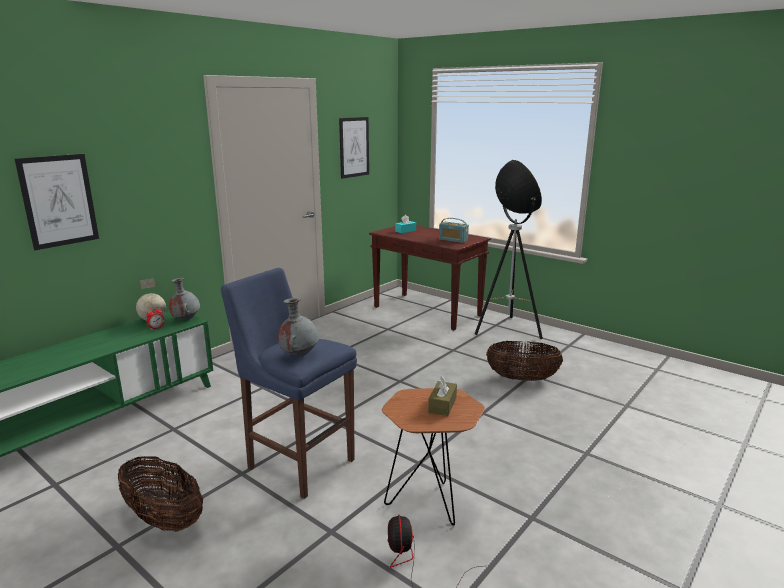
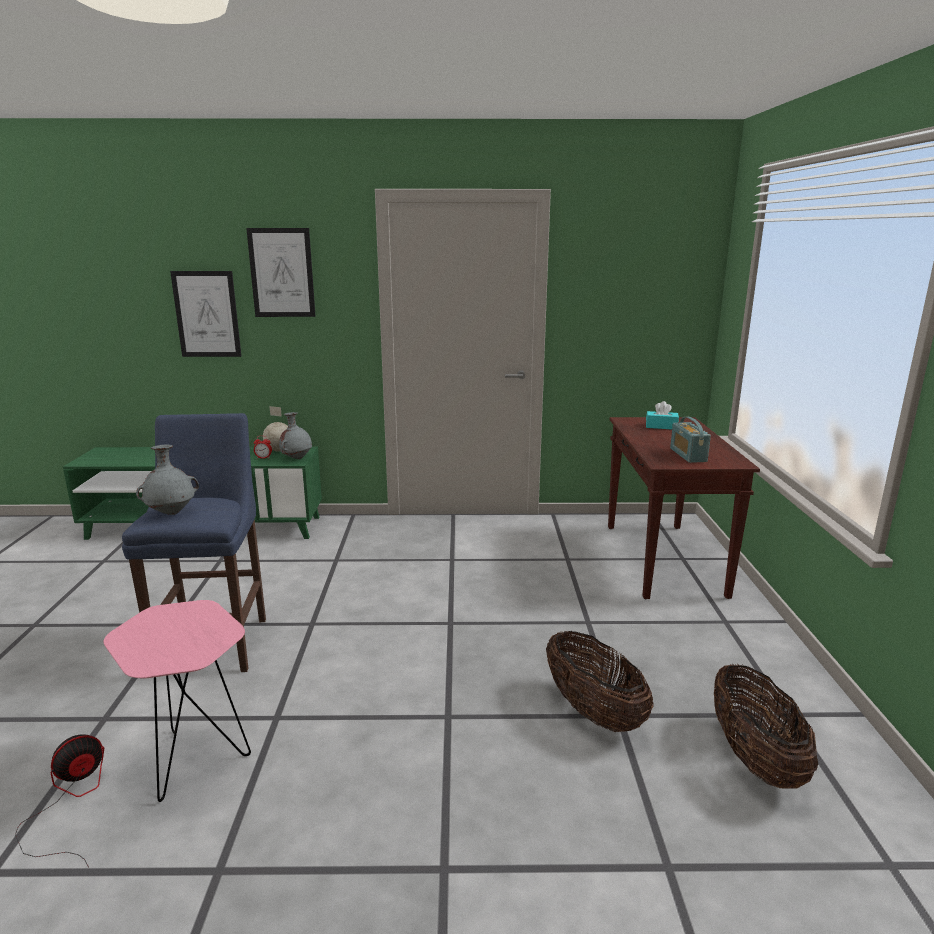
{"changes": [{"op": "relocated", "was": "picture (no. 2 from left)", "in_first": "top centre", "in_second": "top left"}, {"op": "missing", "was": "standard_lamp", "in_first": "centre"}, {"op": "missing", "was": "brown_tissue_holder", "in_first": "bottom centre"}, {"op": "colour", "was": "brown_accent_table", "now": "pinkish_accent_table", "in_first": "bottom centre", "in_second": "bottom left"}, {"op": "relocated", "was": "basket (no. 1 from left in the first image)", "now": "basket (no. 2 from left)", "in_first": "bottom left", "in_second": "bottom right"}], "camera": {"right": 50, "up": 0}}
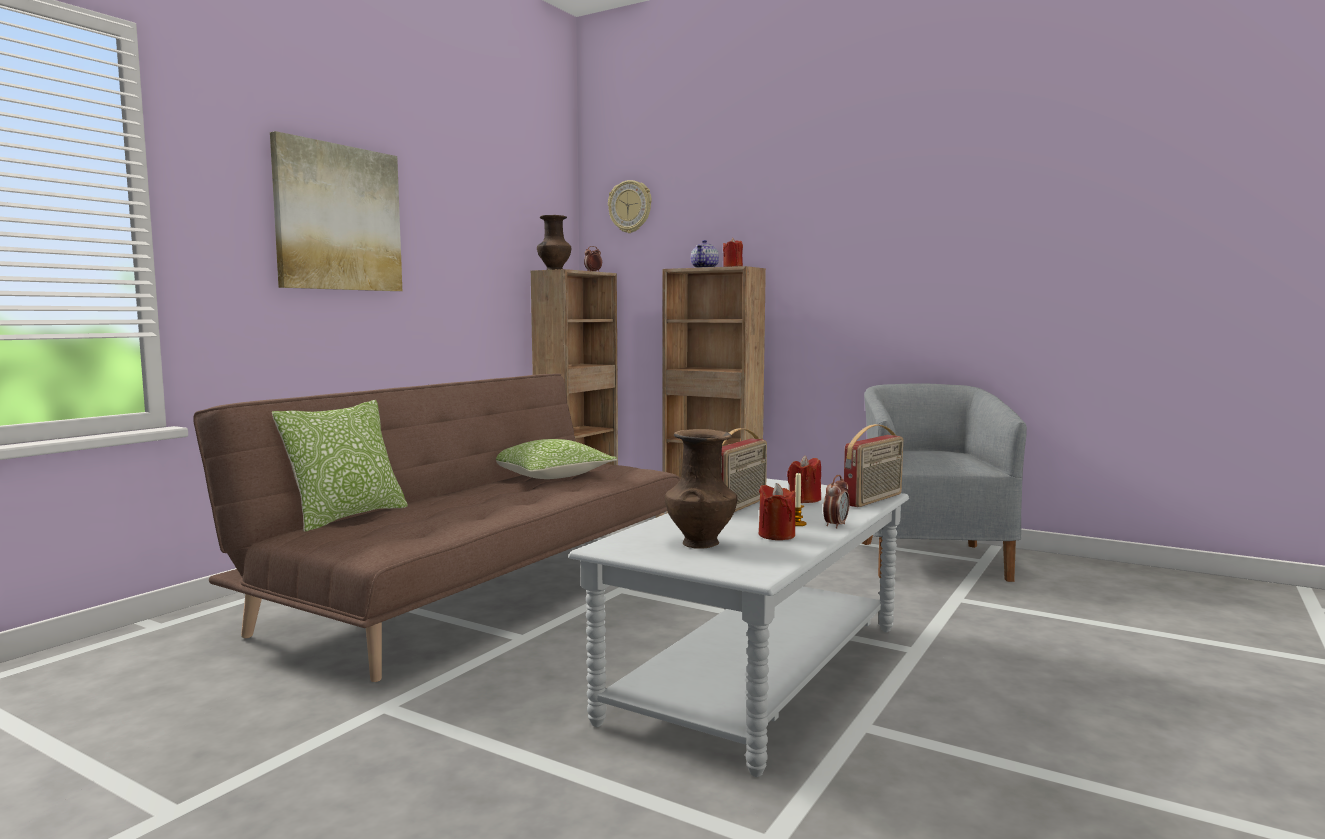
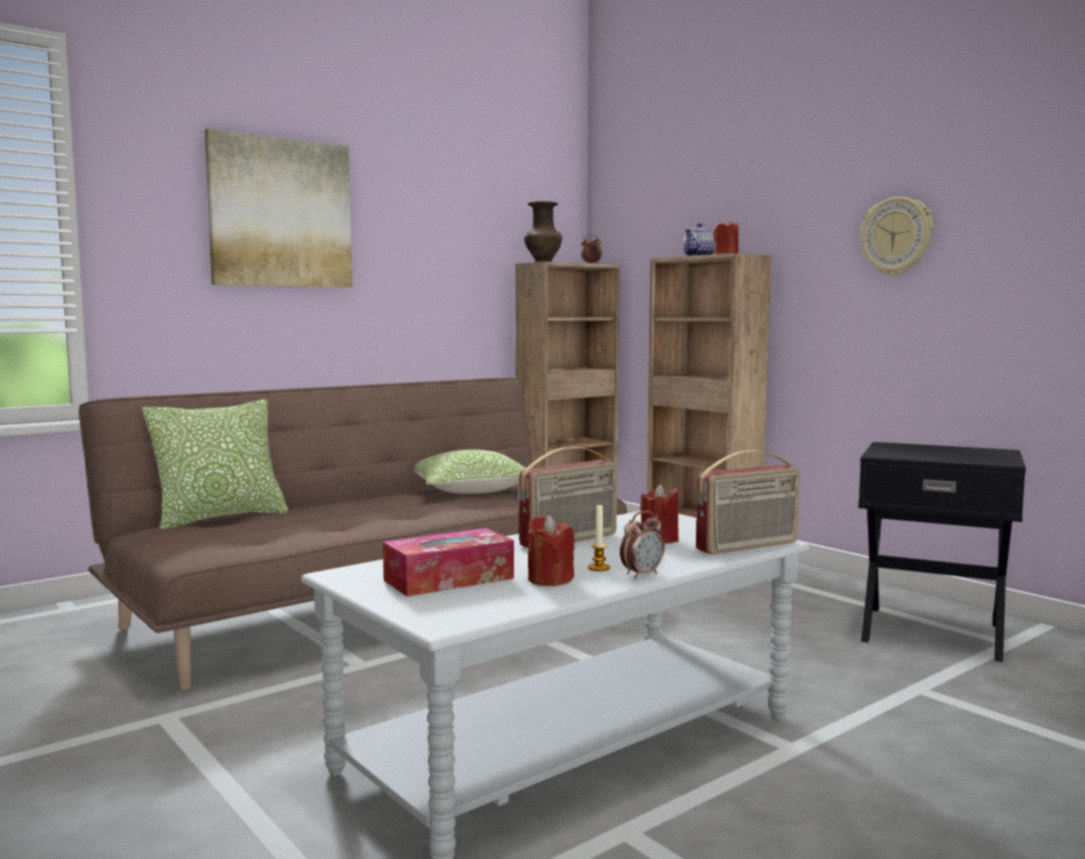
{"changes": [{"op": "relocated", "was": "clock_on_the_wall", "in_first": "top centre", "in_second": "top right"}, {"op": "exchanged", "was": "gray_lounge_chair", "now": "black_accent_table", "in_first": "middle right", "in_second": "middle right"}, {"op": "exchanged", "was": "brown_vase (no. 2 from left)", "now": "tissue_holder", "in_first": "centre", "in_second": "centre"}], "camera": {"right": 20, "up": 0}}
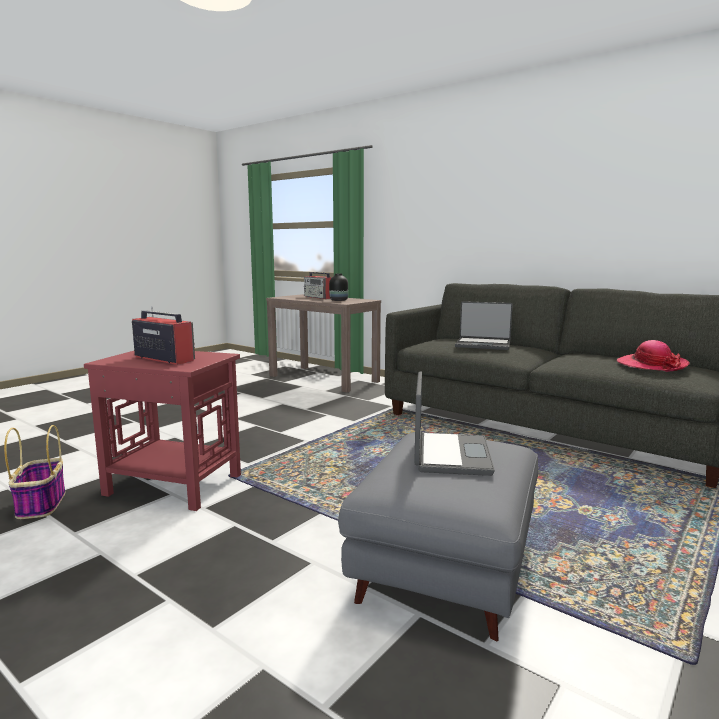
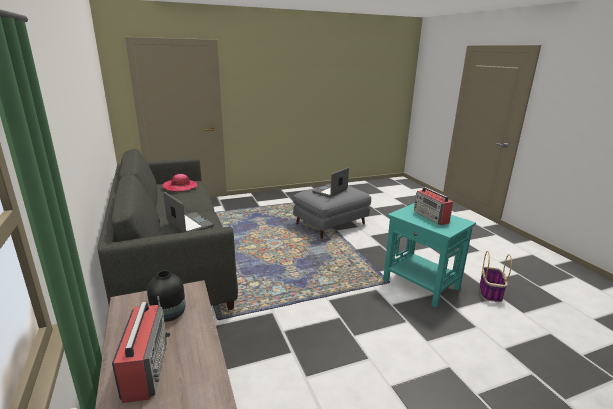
{"changes": [{"op": "colour", "was": "red_accent_table", "now": "blue-green_accent_table", "in_first": "middle left", "in_second": "middle right"}], "camera": {"right": -150, "up": 10}}
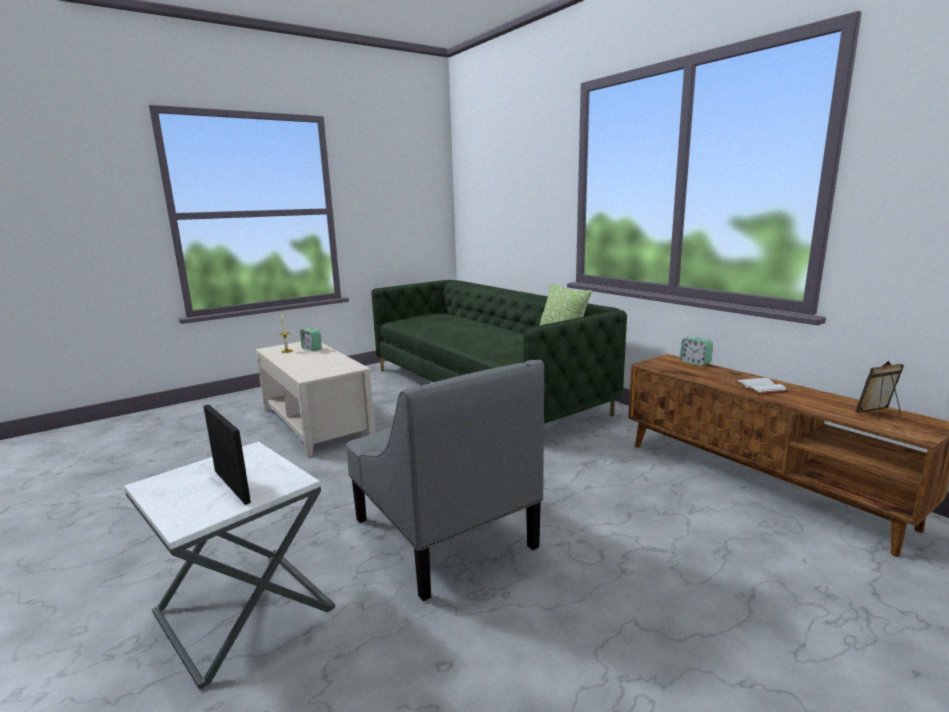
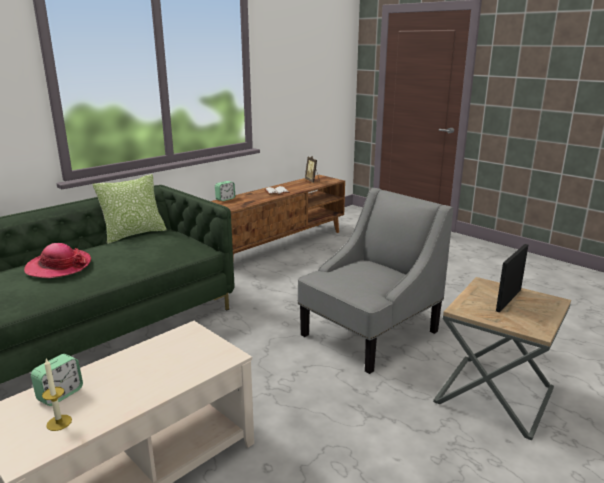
{"changes": [{"op": "colour", "was": "white-coloured_accent_table", "now": "brown_accent_table", "in_first": "bottom left", "in_second": "bottom right"}, {"op": "appeared", "now": "hat", "in_second": "middle left"}], "camera": {"right": -100, "up": 5}}
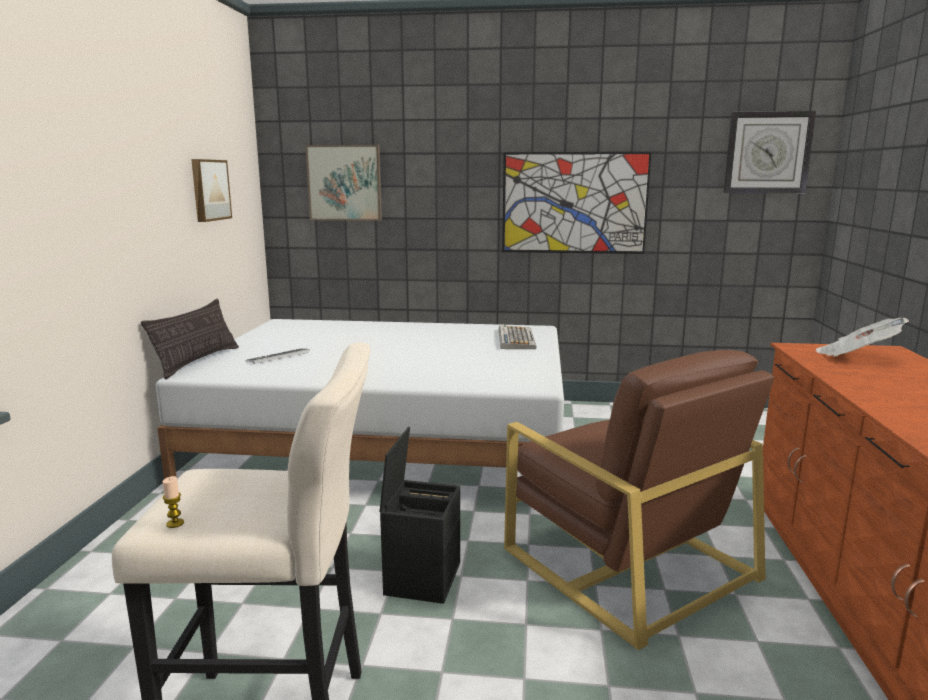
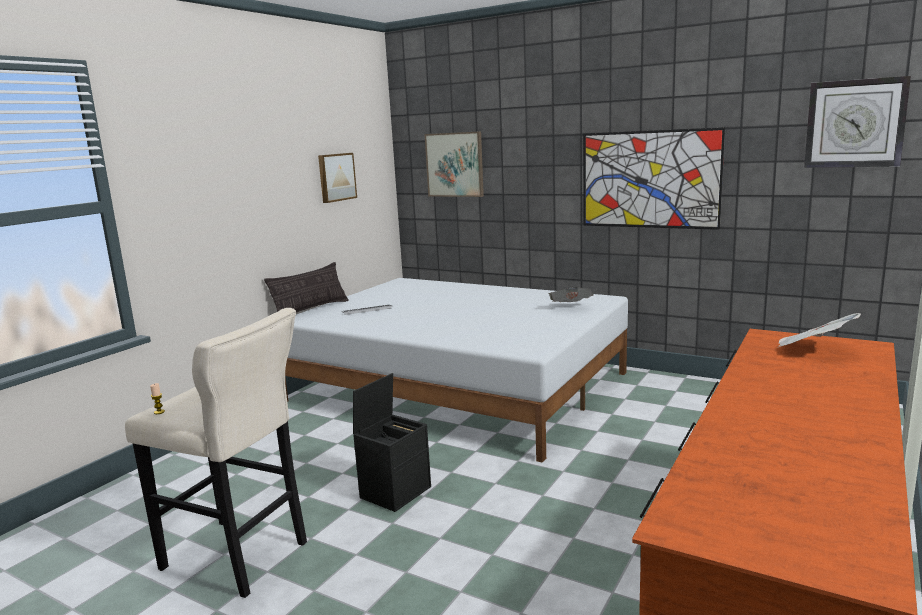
{"changes": [{"op": "exchanged", "was": "computer_keyboard (no. 2 from left)", "now": "printed_paper (no. 1 from left)", "in_first": "centre", "in_second": "centre"}, {"op": "missing", "was": "brown_lounge_chair", "in_first": "bottom right"}], "camera": {"right": 25, "up": 0}}
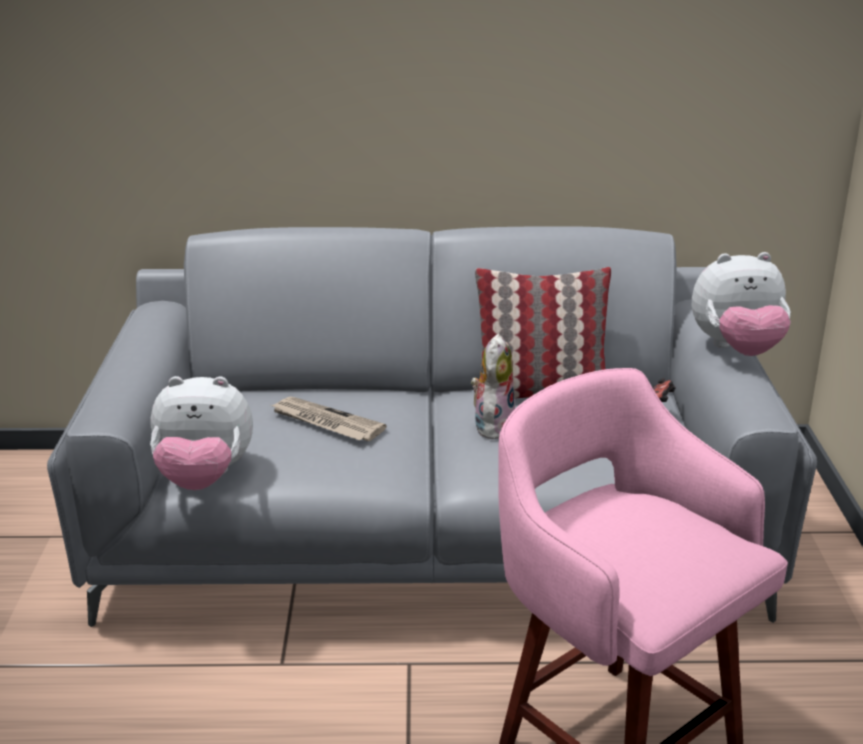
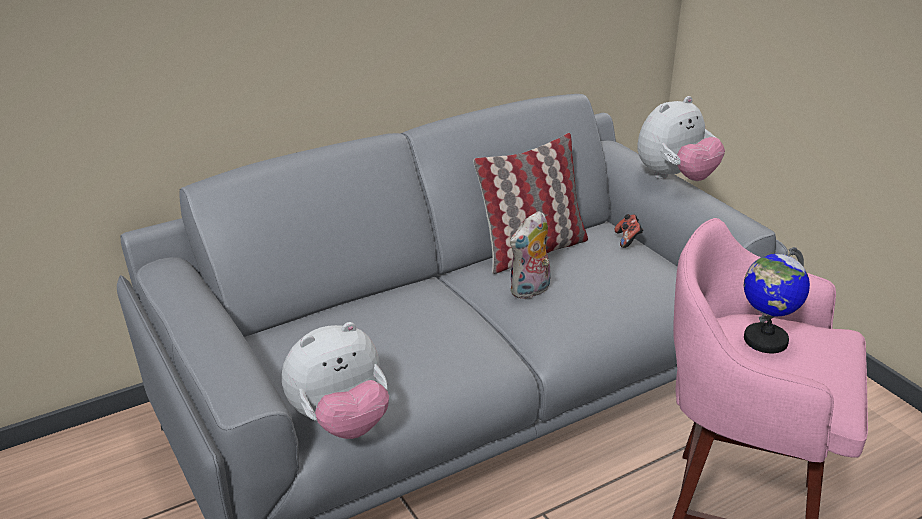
{"changes": [{"op": "spun", "was": "cuddly_toy (no. 2 from left)", "in_first": "centre", "in_second": "centre", "clockwise": -120}, {"op": "missing", "was": "printed_paper", "in_first": "centre"}, {"op": "appeared", "now": "desk_globe", "in_second": "middle right"}], "camera": {"right": -30, "up": 5}}
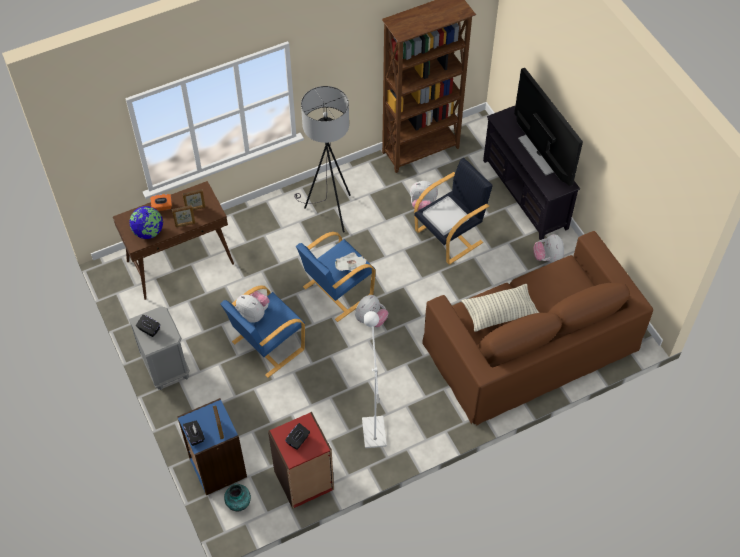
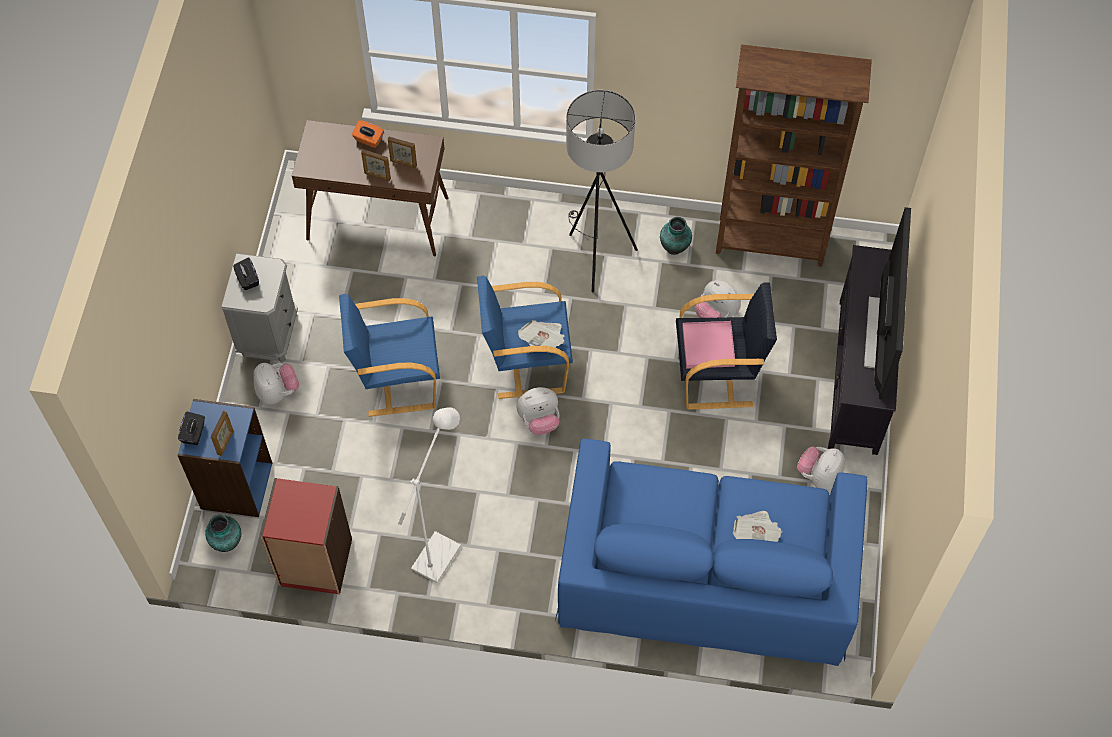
{"changes": [{"op": "colour", "was": "white-coloured_serving_tray", "now": "pinkish_serving_tray", "in_first": "centre", "in_second": "centre"}, {"op": "missing", "was": "desk_globe", "in_first": "middle left"}, {"op": "colour", "was": "brown_settee", "now": "blue_settee", "in_first": "middle right", "in_second": "bottom centre"}, {"op": "missing", "was": "pillow", "in_first": "middle right"}, {"op": "relocated", "was": "cuddly_toy (no. 1 from left)", "in_first": "centre", "in_second": "middle left"}, {"op": "missing", "was": "black_tissue_holder (no. 3 from left)", "in_first": "bottom centre"}, {"op": "appeared", "now": "vase (no. 2 from left)", "in_second": "top centre"}, {"op": "appeared", "now": "printed_paper (no. 2 from left)", "in_second": "bottom right"}], "camera": {"right": 35, "up": 5}}
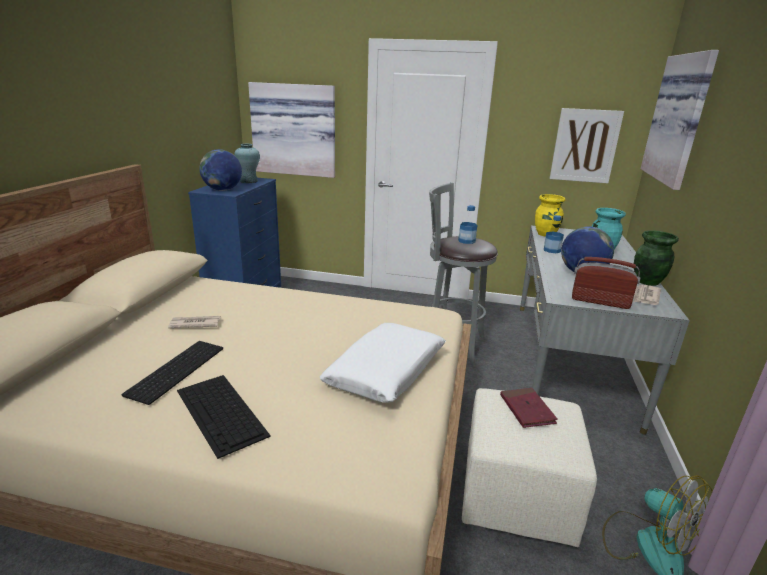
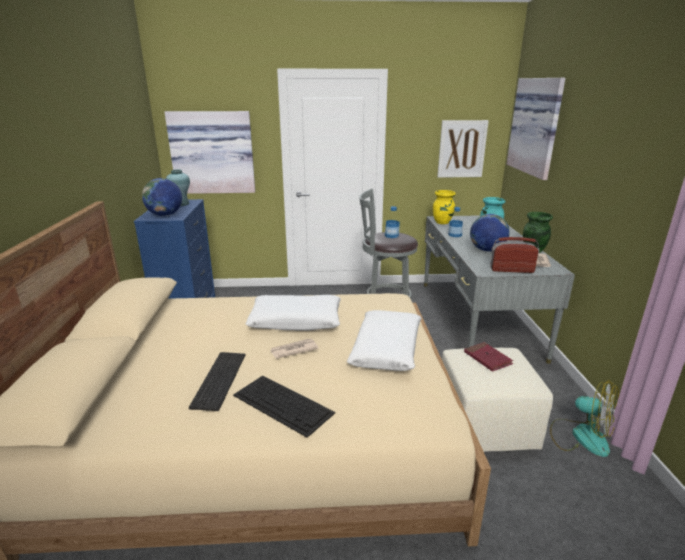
{"changes": [{"op": "relocated", "was": "printed_paper (no. 1 from left)", "in_first": "middle left", "in_second": "centre"}, {"op": "appeared", "now": "white-coloured_pillow (no. 1 from left)", "in_second": "centre"}], "camera": {"right": -15, "up": 0}}
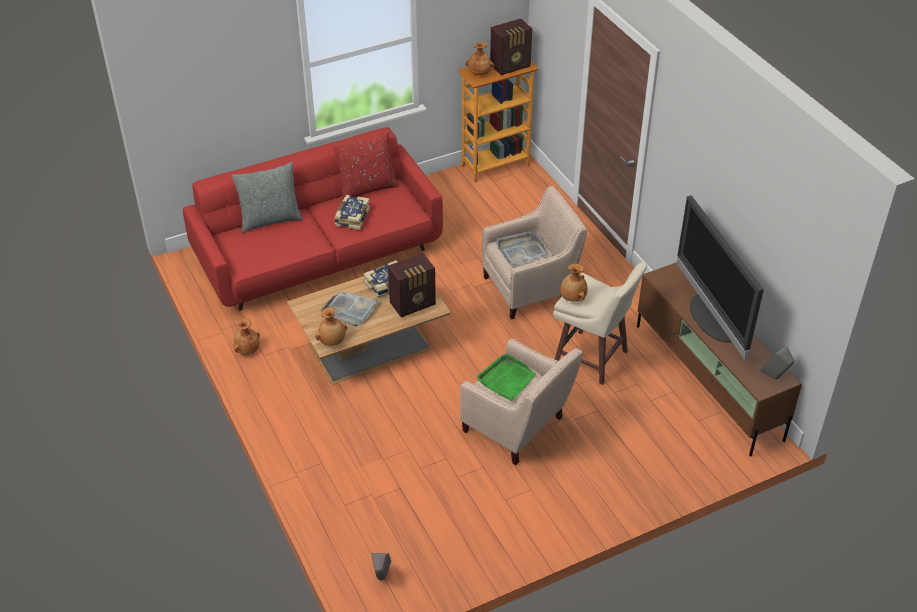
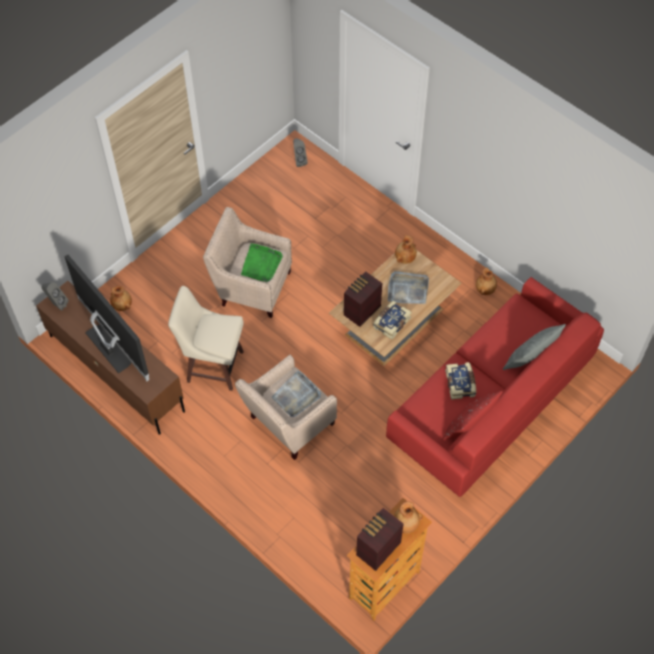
{"changes": [{"op": "relocated", "was": "brown_vase (no. 4 from left in the first image)", "now": "brown_vase (no. 1 from left)", "in_first": "centre", "in_second": "middle left"}], "camera": {"right": 160, "up": 15}}
